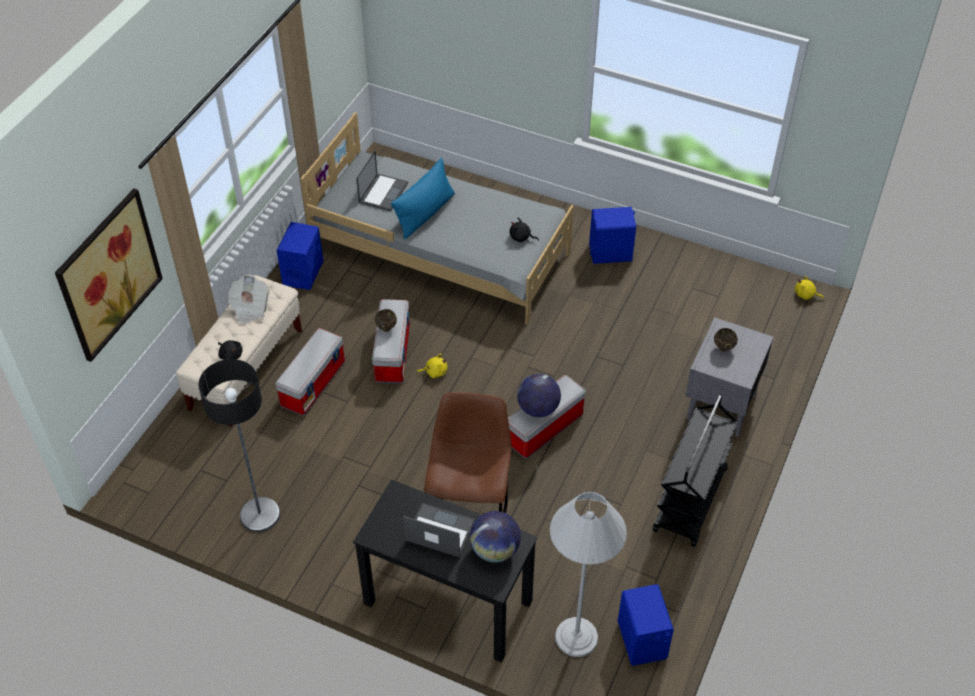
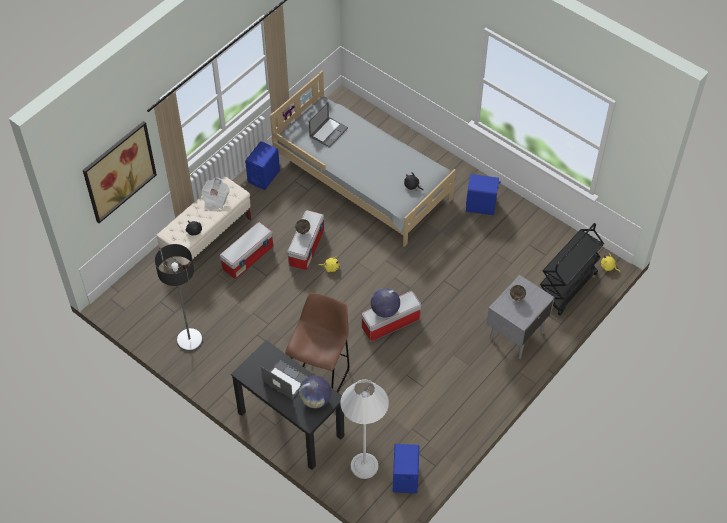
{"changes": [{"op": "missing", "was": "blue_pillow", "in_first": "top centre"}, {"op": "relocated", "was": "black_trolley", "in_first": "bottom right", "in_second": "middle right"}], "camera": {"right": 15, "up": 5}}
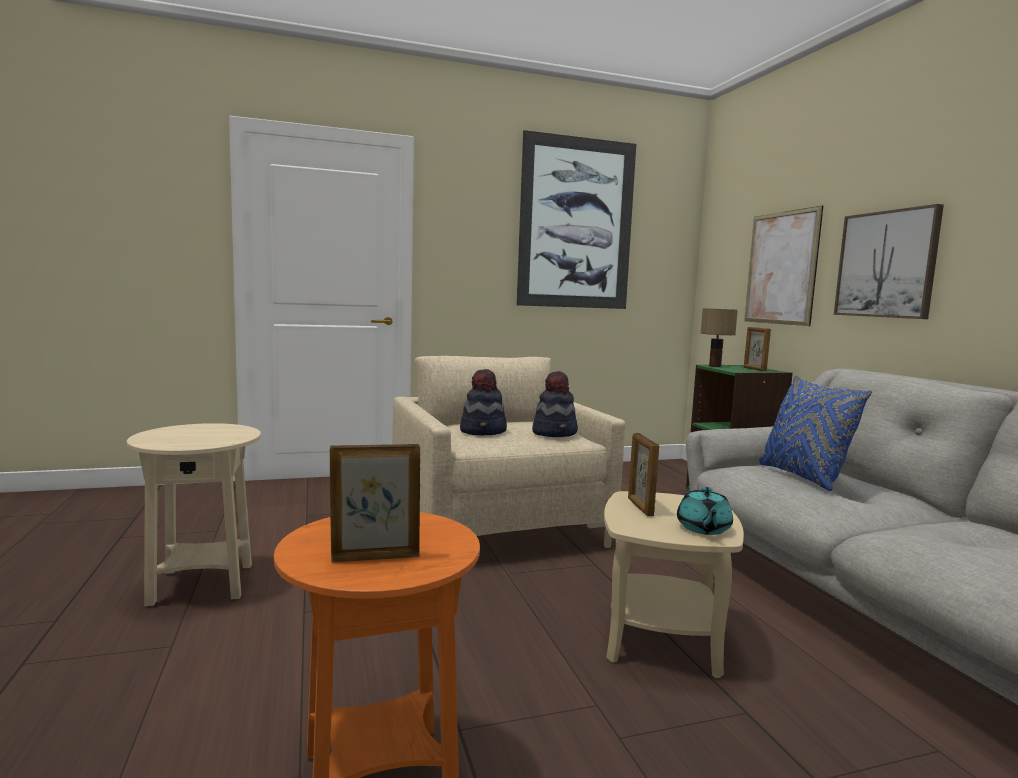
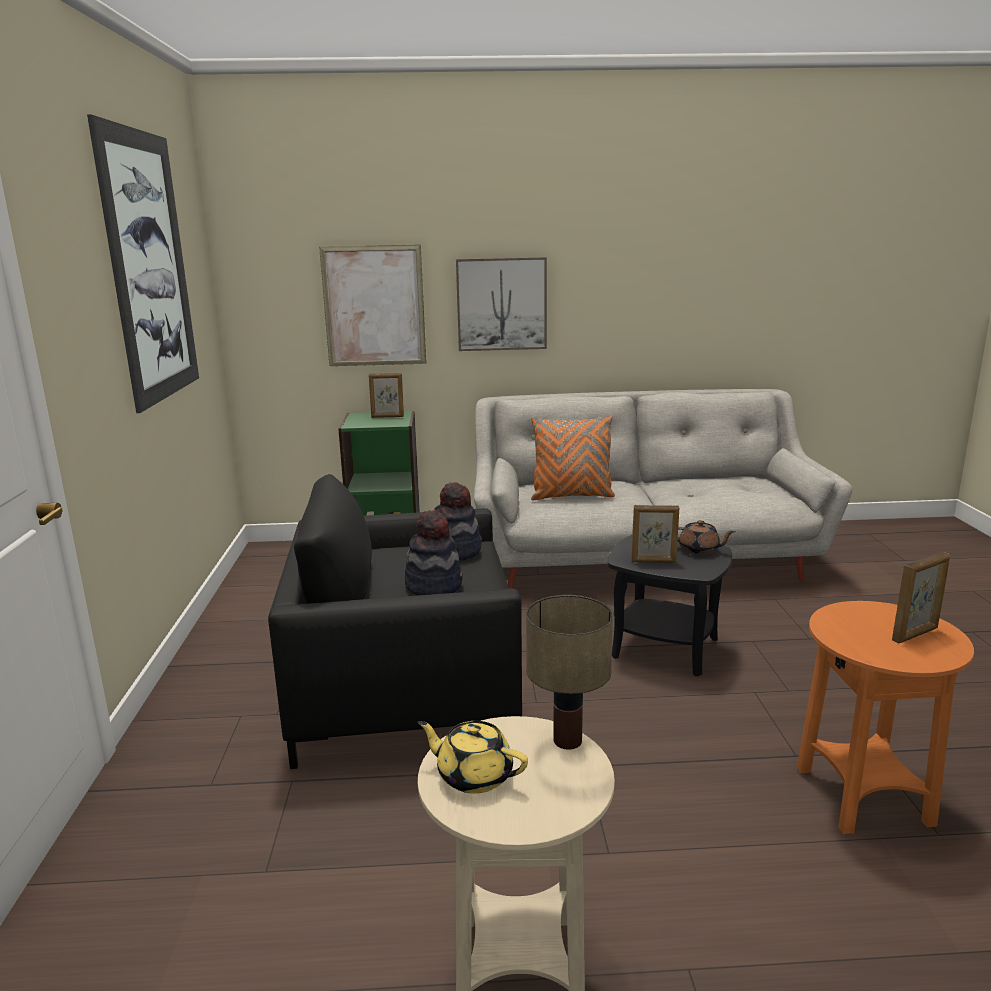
{"changes": [{"op": "relocated", "was": "tabletop_lamp", "in_first": "middle right", "in_second": "bottom centre"}, {"op": "colour", "was": "sand-coloured_lounge_chair", "now": "black_lounge_chair", "in_first": "centre", "in_second": "centre"}, {"op": "colour", "was": "blue_pillow", "now": "orange-coloured_pillow", "in_first": "middle right", "in_second": "centre"}, {"op": "spun", "was": "photo_frame (no. 1 from left in the first image)", "in_first": "centre", "in_second": "middle right", "clockwise": -120}, {"op": "colour", "was": "blue-green_teapot", "now": "brown_teapot", "in_first": "middle right", "in_second": "middle right"}, {"op": "colour", "was": "sand-coloured_accent_table (no. 2 from left)", "now": "black_accent_table", "in_first": "bottom centre", "in_second": "middle right"}, {"op": "appeared", "now": "yellow_teapot", "in_second": "bottom centre"}], "camera": {"right": -75, "up": 10}}
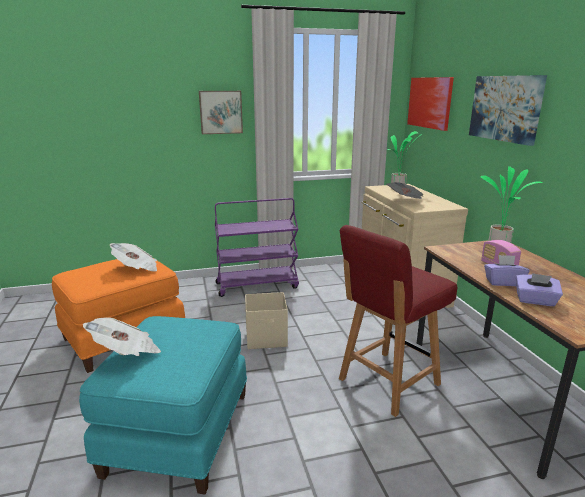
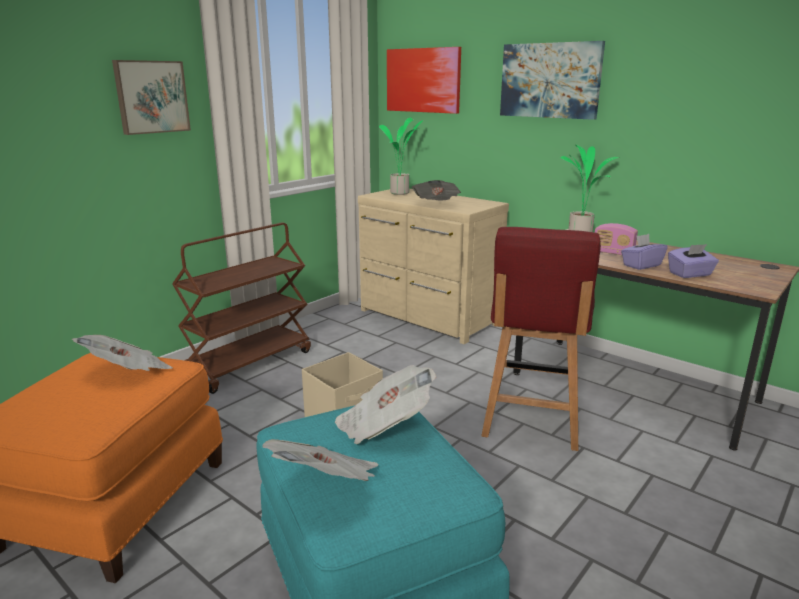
{"changes": [{"op": "colour", "was": "purple-coloured_trolley", "now": "brown_trolley", "in_first": "centre", "in_second": "middle left"}, {"op": "appeared", "now": "printed_paper (no. 3 from left)", "in_second": "bottom centre"}], "camera": {"right": -35, "up": 0}}
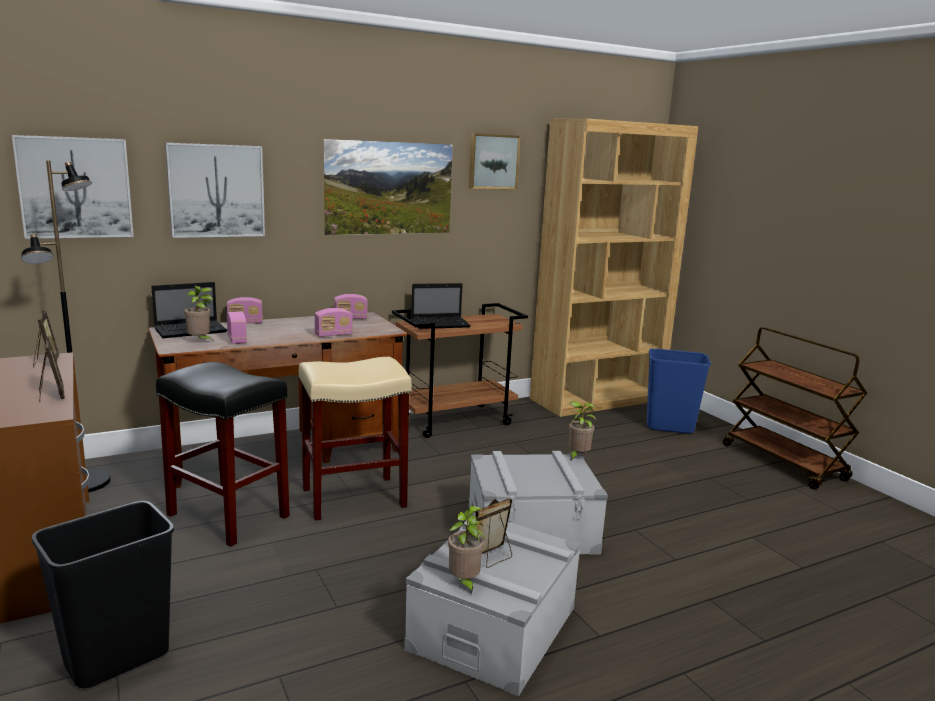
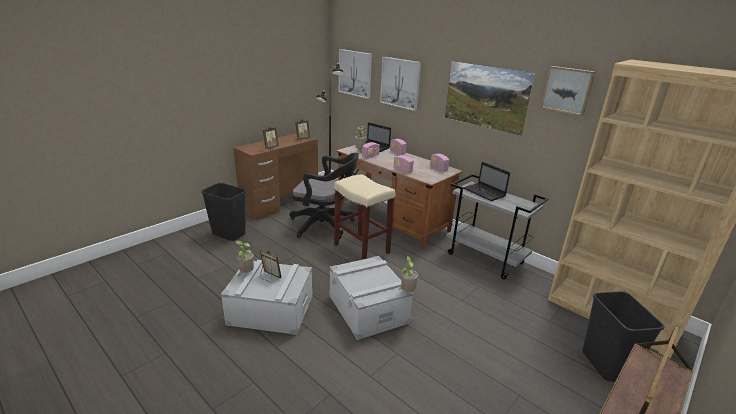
{"changes": [{"op": "colour", "was": "brown_trolley (no. 1 from left)", "now": "gray_trolley", "in_first": "centre", "in_second": "middle right"}, {"op": "colour", "was": "blue_rubbish_bin", "now": "black_rubbish_bin (no. 2 from left)", "in_first": "middle right", "in_second": "bottom right"}, {"op": "exchanged", "was": "black_stool", "now": "black_desk_chair", "in_first": "middle left", "in_second": "centre"}], "camera": {"right": 70, "up": 10}}
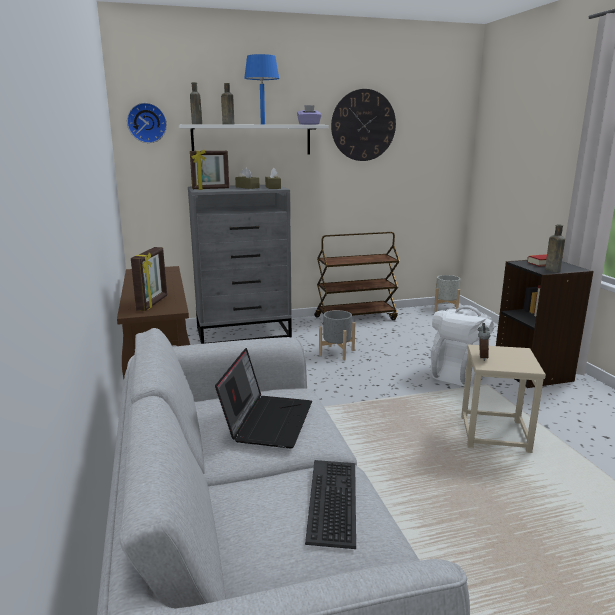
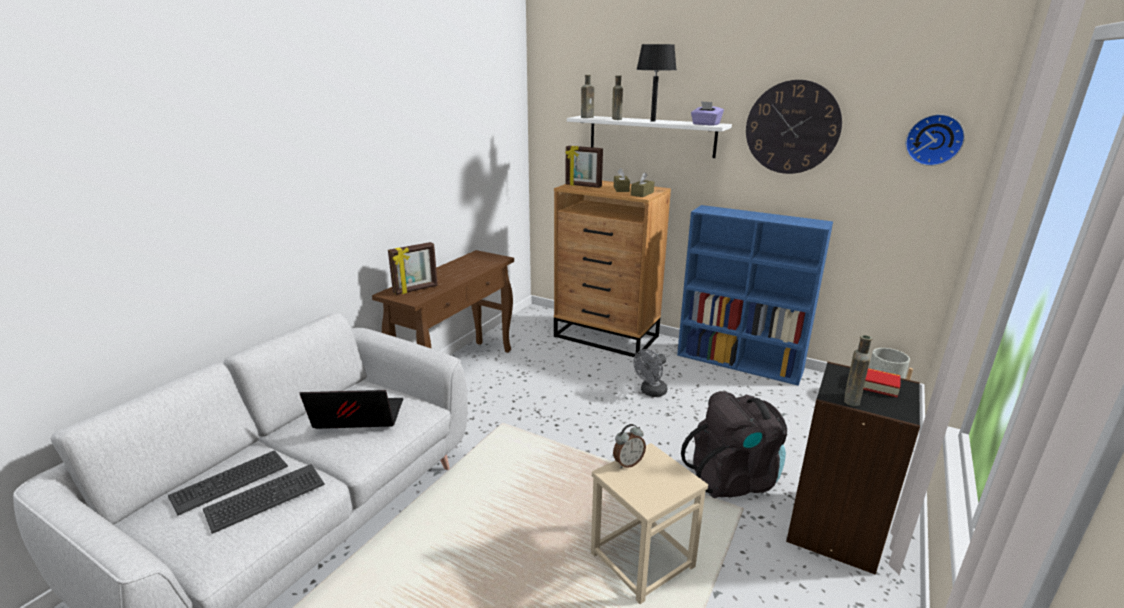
{"changes": [{"op": "colour", "was": "blue_tabletop_lamp", "now": "black_tabletop_lamp", "in_first": "top centre", "in_second": "top centre"}, {"op": "relocated", "was": "clock_on_the_wall (no. 1 from left in the first image)", "now": "clock_on_the_wall (no. 2 from left)", "in_first": "top left", "in_second": "top right"}, {"op": "colour", "was": "gray_dresser", "now": "brown_dresser", "in_first": "centre", "in_second": "centre"}, {"op": "exchanged", "was": "brown_trolley", "now": "blue_shelving_unit", "in_first": "centre", "in_second": "middle right"}, {"op": "colour", "was": "white-coloured_rucksack", "now": "black_rucksack", "in_first": "middle right", "in_second": "bottom centre"}, {"op": "exchanged", "was": "gray_plant_pot (no. 1 from left)", "now": "gray_electric_fan", "in_first": "centre", "in_second": "centre"}, {"op": "spun", "was": "laptop", "in_first": "centre", "in_second": "bottom left", "clockwise": -150}, {"op": "appeared", "now": "computer_keyboard (no. 1 from left)", "in_second": "bottom left"}], "camera": {"right": 45, "up": 5}}
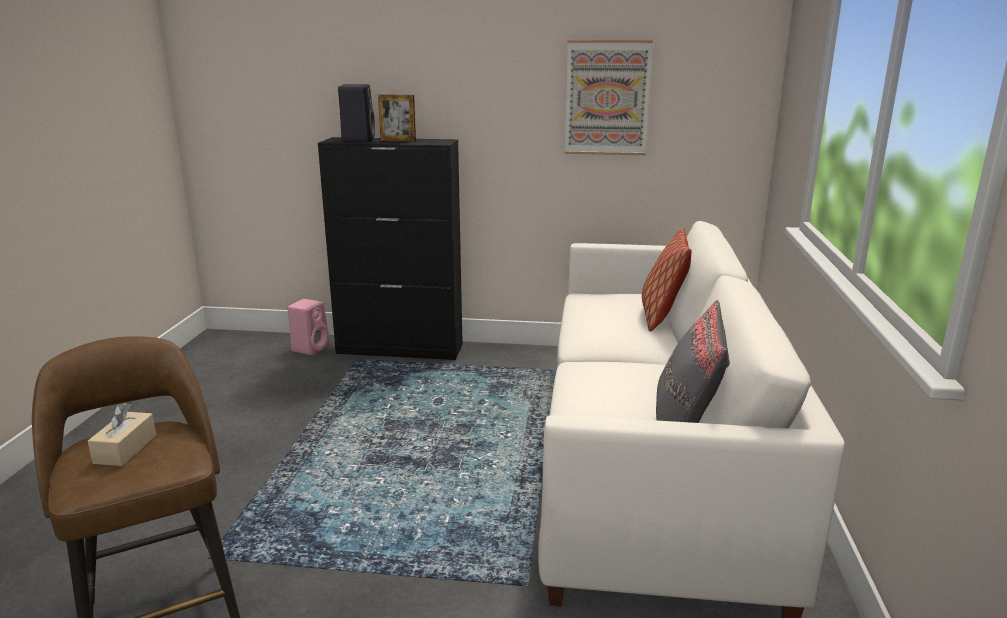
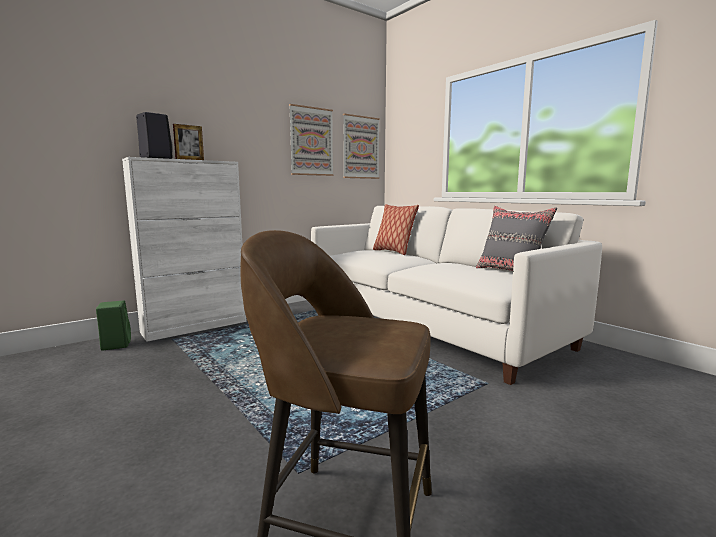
{"changes": [{"op": "colour", "was": "black_storage_cabinet", "now": "white-coloured_storage_cabinet", "in_first": "centre", "in_second": "middle left"}, {"op": "colour", "was": "pinkish_loudspeaker", "now": "greenish_loudspeaker", "in_first": "middle left", "in_second": "middle left"}, {"op": "missing", "was": "sand-coloured_tissue_holder", "in_first": "bottom left"}, {"op": "appeared", "now": "picture (no. 2 from left)", "in_second": "top centre"}], "camera": {"right": -45, "up": -10}}
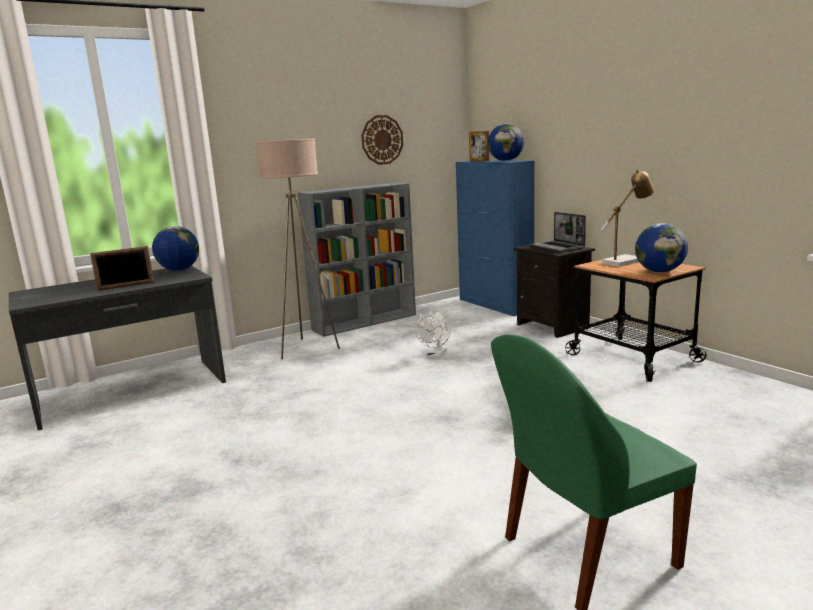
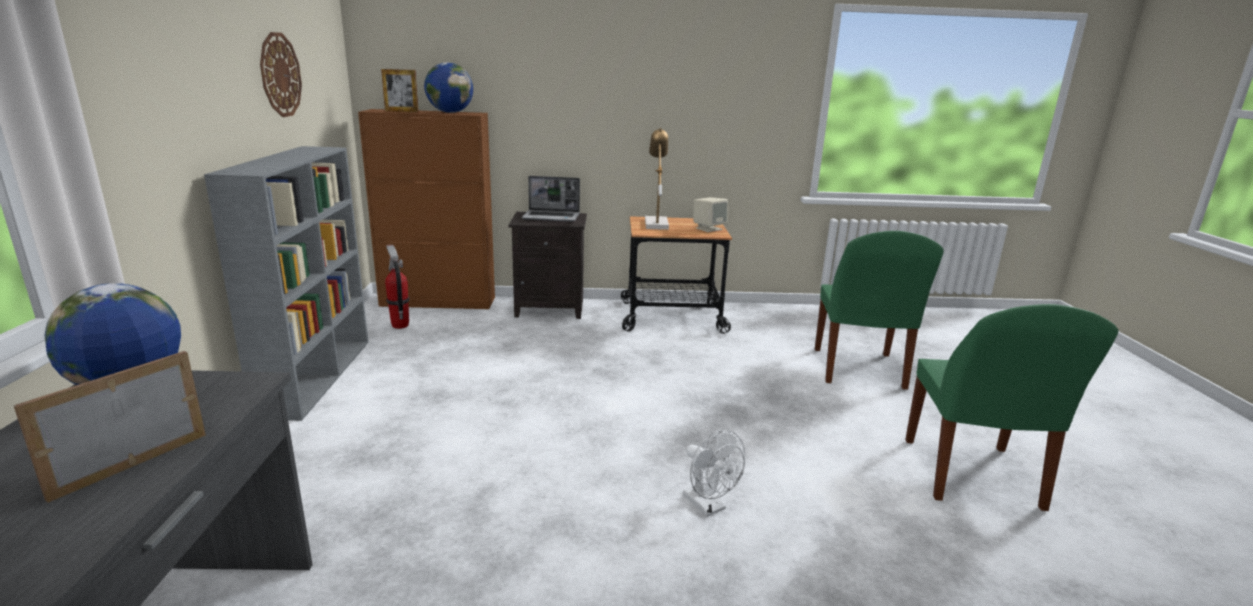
{"changes": [{"op": "missing", "was": "sand-coloured_standard_lamp", "in_first": "centre"}, {"op": "colour", "was": "blue_storage_cabinet", "now": "brown_storage_cabinet", "in_first": "centre", "in_second": "centre"}, {"op": "exchanged", "was": "desk_globe (no. 3 from left)", "now": "sand-coloured_loudspeaker", "in_first": "middle right", "in_second": "centre"}, {"op": "spun", "was": "photo_frame (no. 1 from left)", "in_first": "middle left", "in_second": "bottom left", "clockwise": -150}, {"op": "relocated", "was": "white-coloured_electric_fan", "in_first": "centre", "in_second": "bottom centre"}, {"op": "appeared", "now": "greenish_chair (no. 1 from left)", "in_second": "middle right"}, {"op": "appeared", "now": "extinguisher", "in_second": "middle left"}], "camera": {"right": -60, "up": 5}}
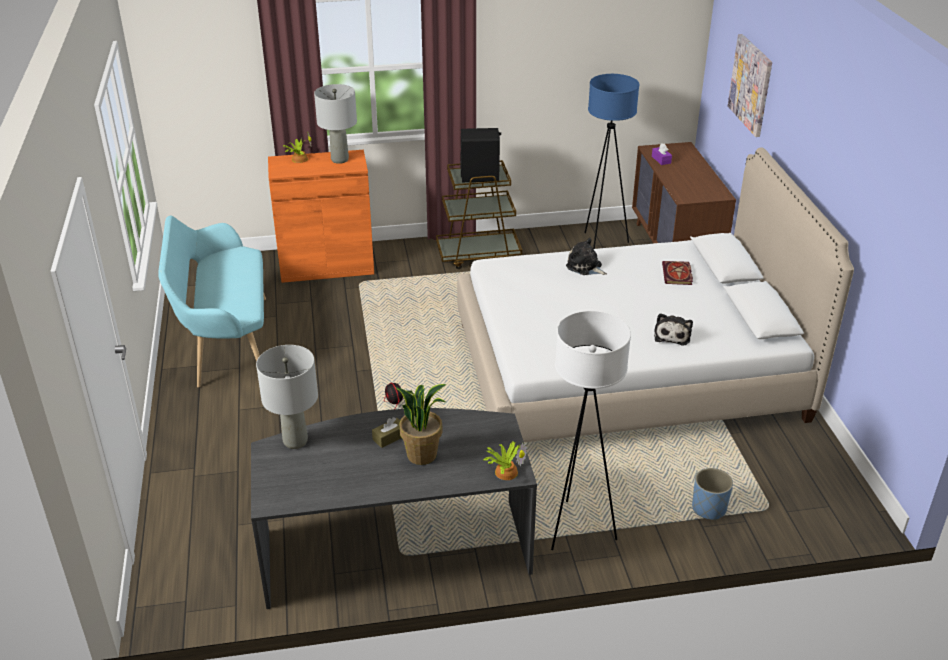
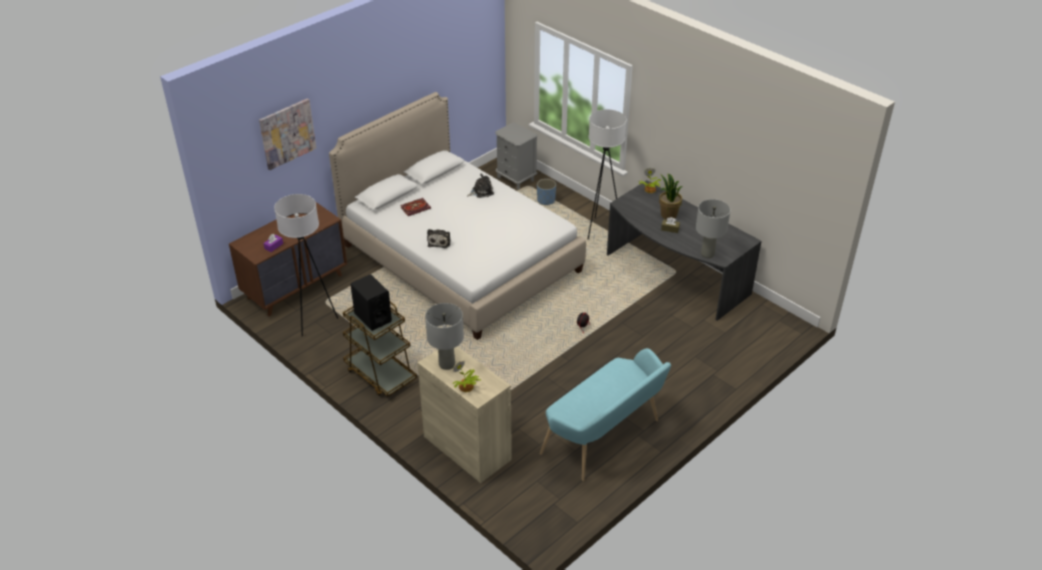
{"changes": [{"op": "colour", "was": "blue_standard_lamp", "now": "white-coloured_standard_lamp (no. 1 from left)", "in_first": "top centre", "in_second": "middle left"}, {"op": "colour", "was": "orange-coloured_storage_cabinet", "now": "sand-coloured_storage_cabinet", "in_first": "top centre", "in_second": "bottom centre"}, {"op": "appeared", "now": "gray_bedside_table", "in_second": "top centre"}], "camera": {"right": -125, "up": 5}}
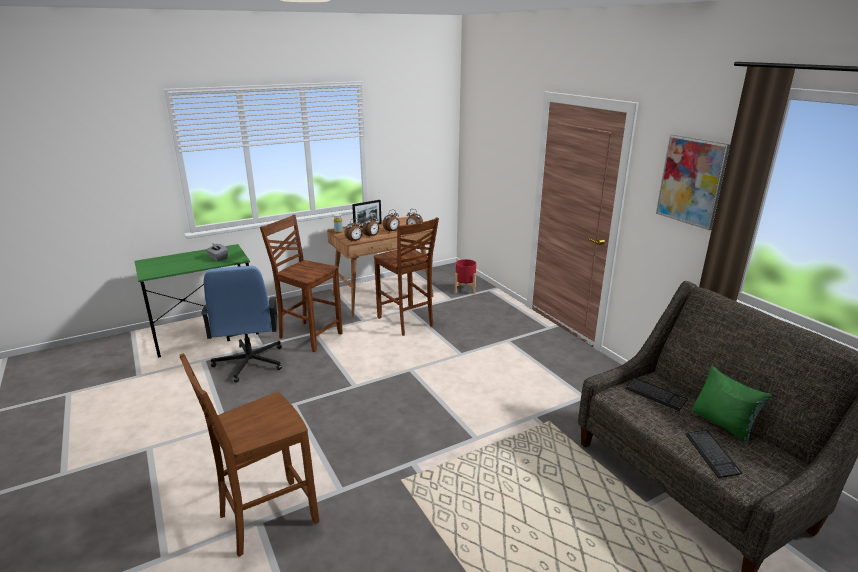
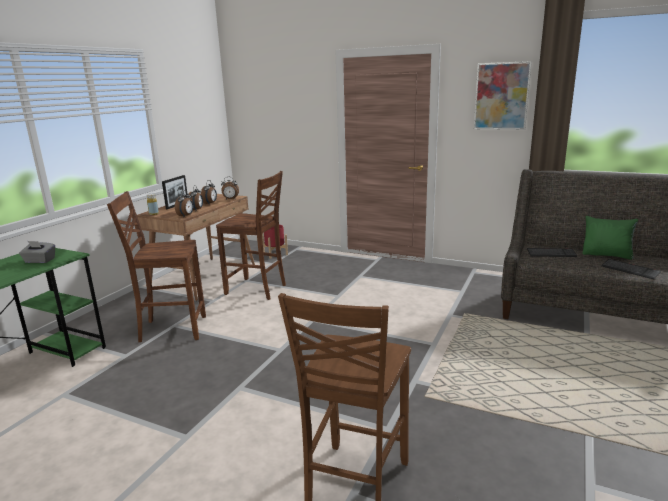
{"changes": [{"op": "missing", "was": "blue_desk_chair", "in_first": "middle left"}], "camera": {"right": -35, "up": -5}}
